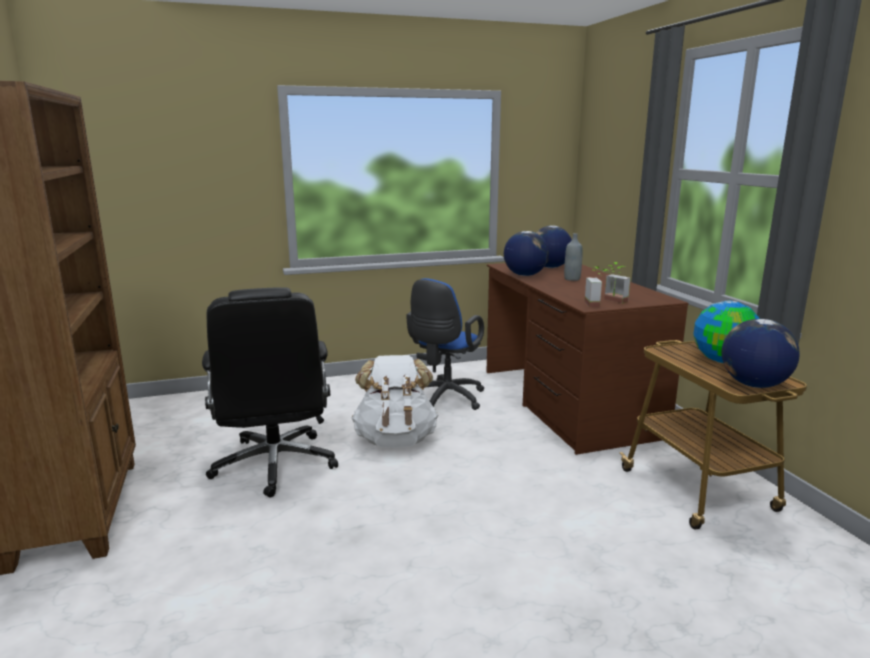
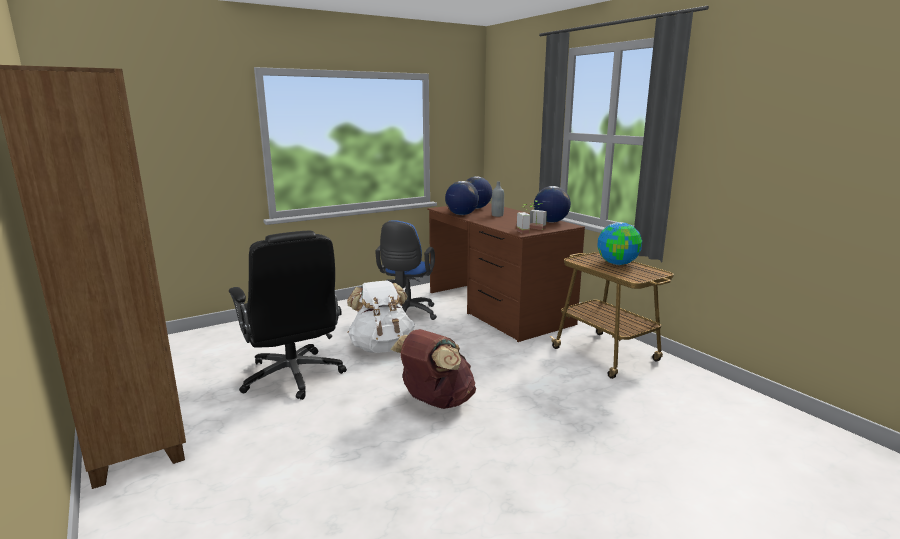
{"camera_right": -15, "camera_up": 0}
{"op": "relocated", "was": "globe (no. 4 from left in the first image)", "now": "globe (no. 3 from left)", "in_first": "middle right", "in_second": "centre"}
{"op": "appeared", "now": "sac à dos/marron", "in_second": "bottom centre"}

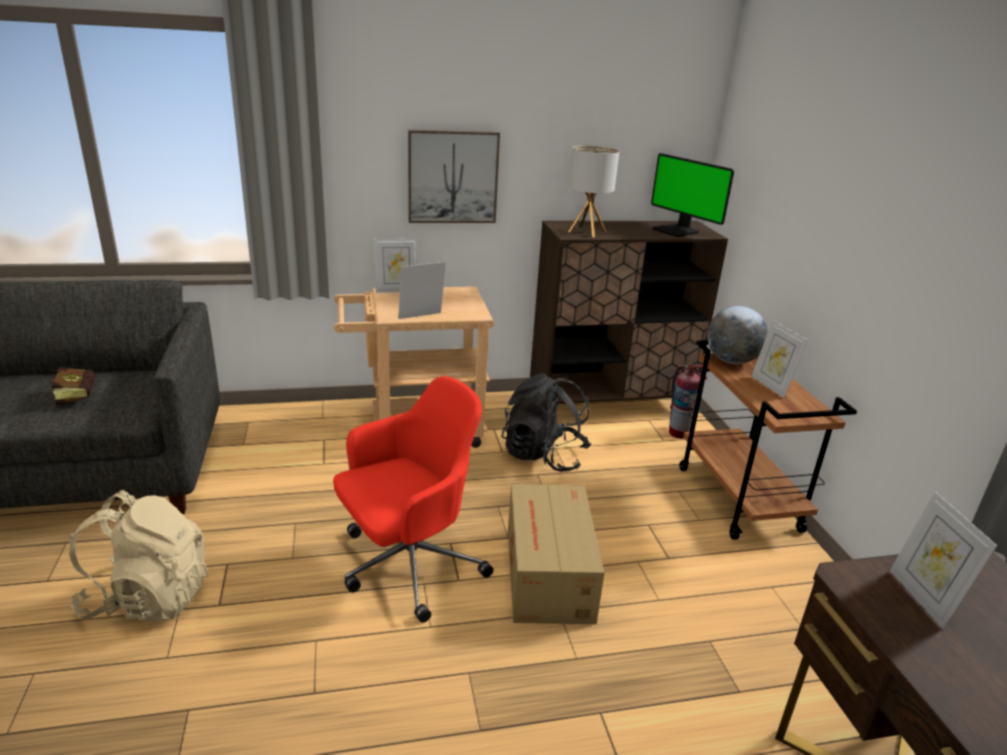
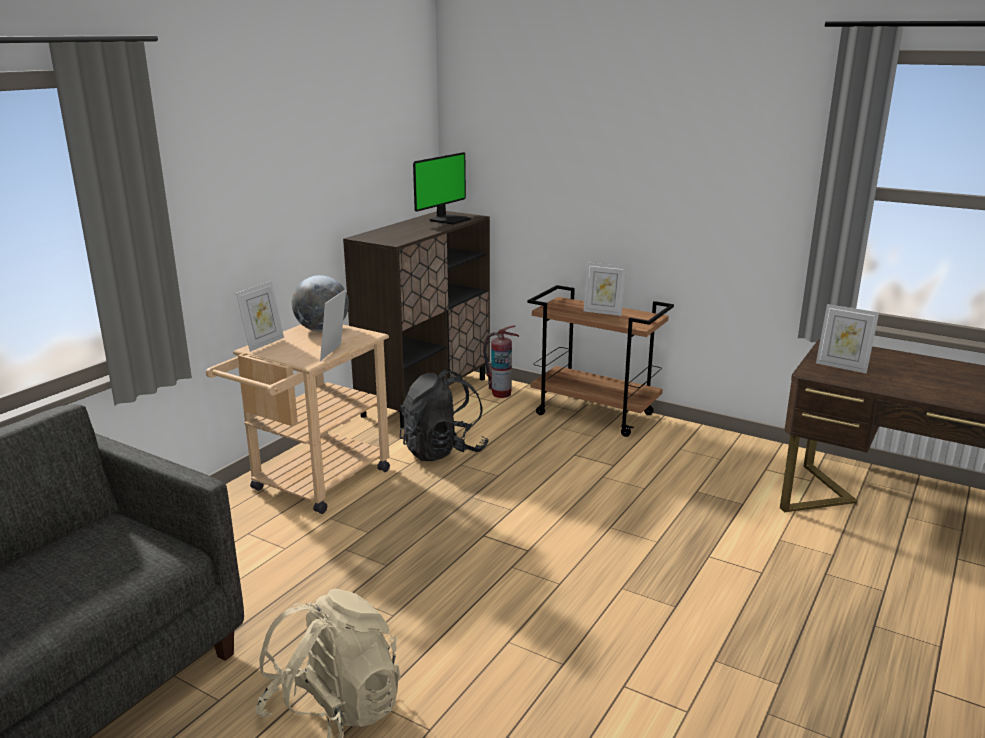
{"camera_right": -45, "camera_up": -5}
{"op": "missing", "was": "tableau", "in_first": "top centre"}
{"op": "missing", "was": "lampe de table", "in_first": "top centre"}
{"op": "spun", "was": "écran d'ordinateur", "in_first": "top right", "in_second": "top centre", "clockwise": -60}
{"op": "relocated", "was": "globe", "in_first": "middle right", "in_second": "middle left"}
{"op": "missing", "was": "livre", "in_first": "middle left"}
{"op": "missing", "was": "chaise de bureau/rouge", "in_first": "centre"}
{"op": "missing", "was": "carton", "in_first": "bottom centre"}

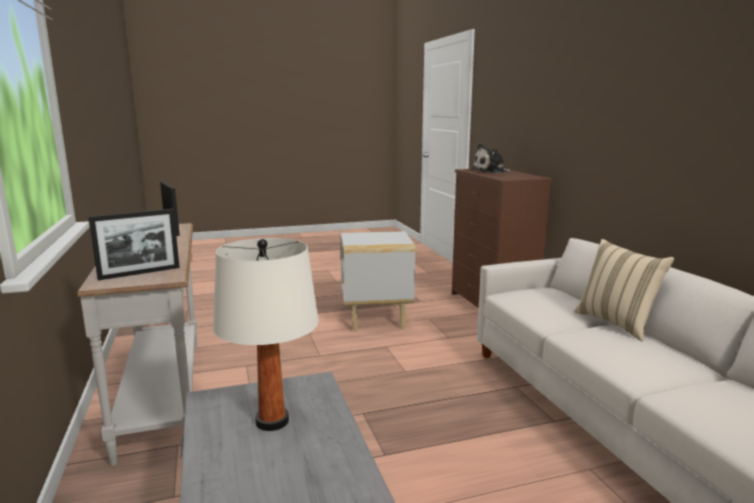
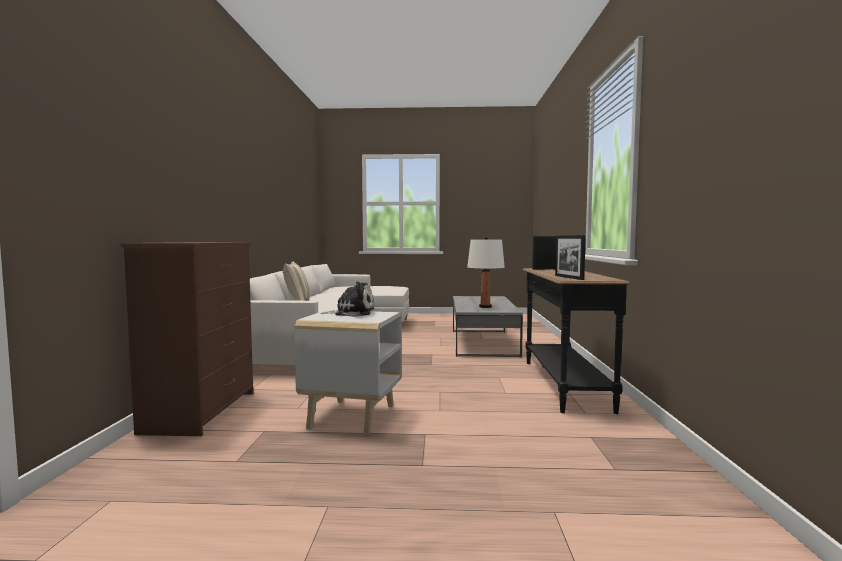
{"camera_right": -160, "camera_up": -10}
{"op": "relocated", "was": "peluche", "in_first": "top centre", "in_second": "centre"}
{"op": "colour", "was": "table console/blanc", "now": "table console/noir", "in_first": "bottom left", "in_second": "middle right"}

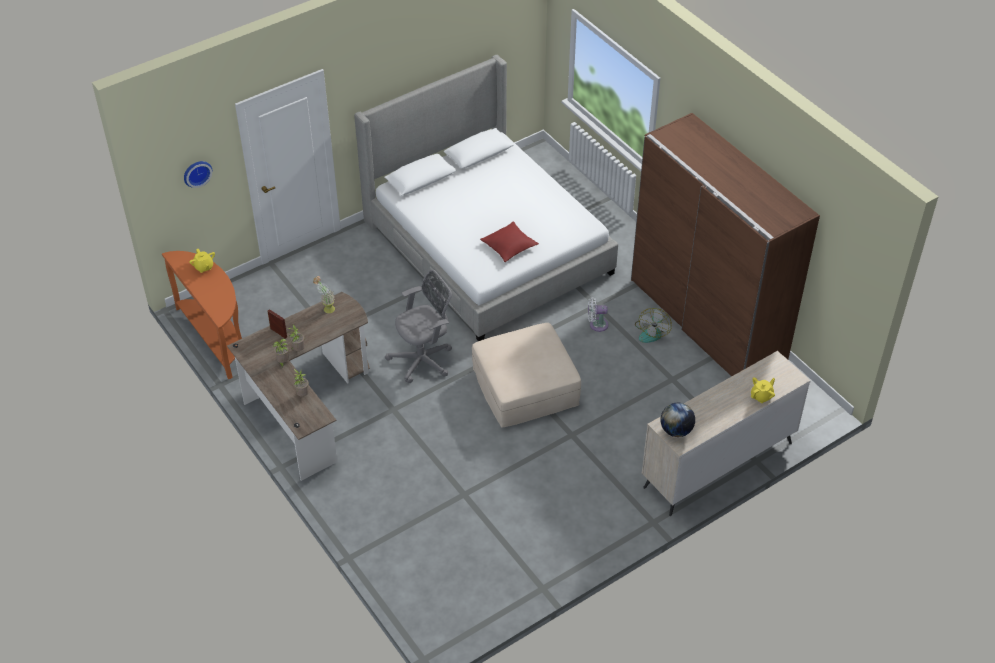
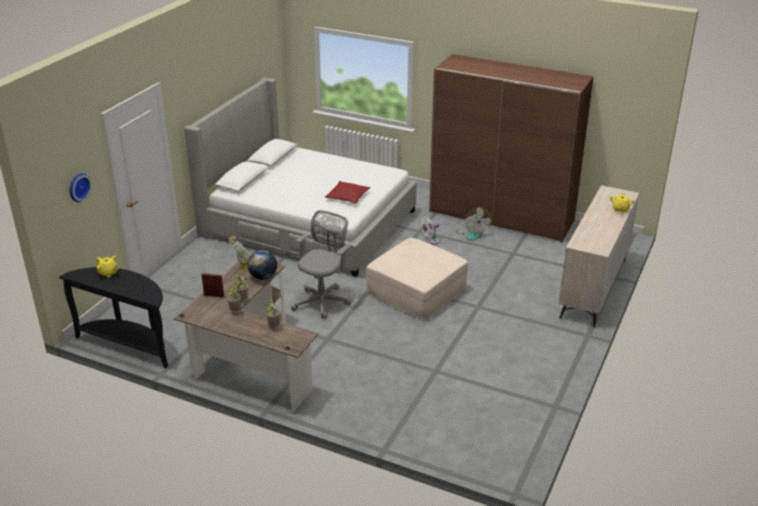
{"camera_right": -30, "camera_up": -15}
{"op": "colour", "was": "table console/orange", "now": "table console/noir", "in_first": "middle left", "in_second": "middle left"}
{"op": "relocated", "was": "globe", "in_first": "middle right", "in_second": "centre"}

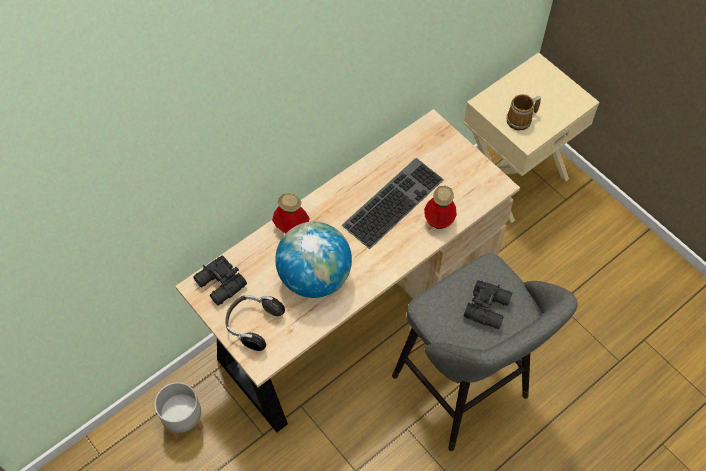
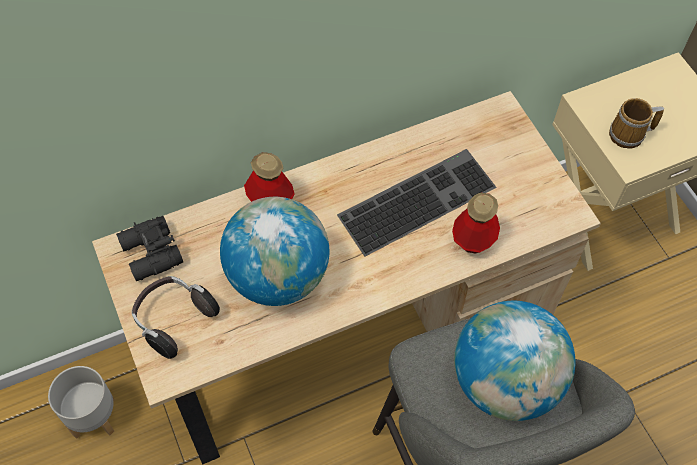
{"camera_right": 15, "camera_up": 0}
{"op": "exchanged", "was": "jumelles/noir (no. 2 from left)", "now": "globe (no. 2 from left)", "in_first": "middle right", "in_second": "bottom right"}

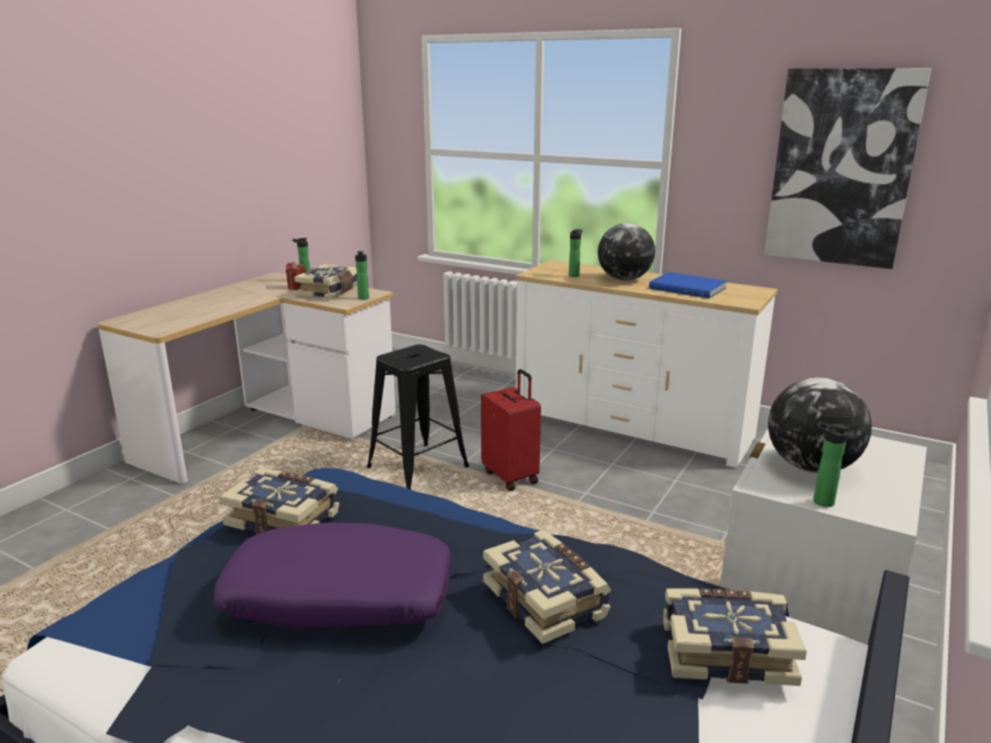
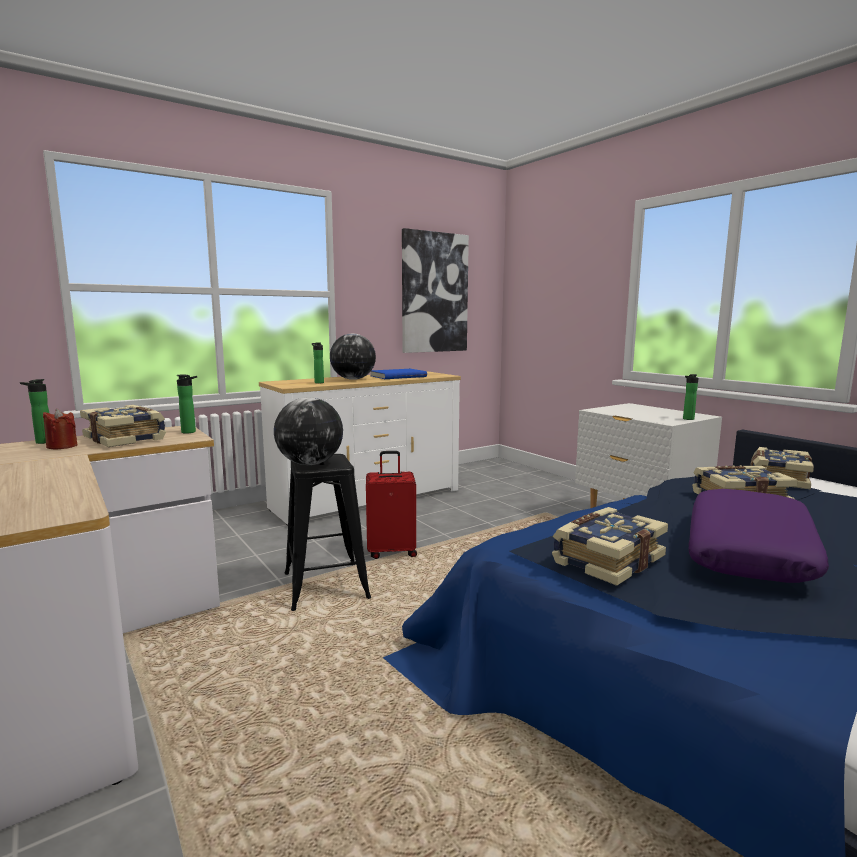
{"camera_right": -65, "camera_up": -10}
{"op": "relocated", "was": "globe (no. 2 from left in the first image)", "now": "globe (no. 1 from left)", "in_first": "middle right", "in_second": "centre"}

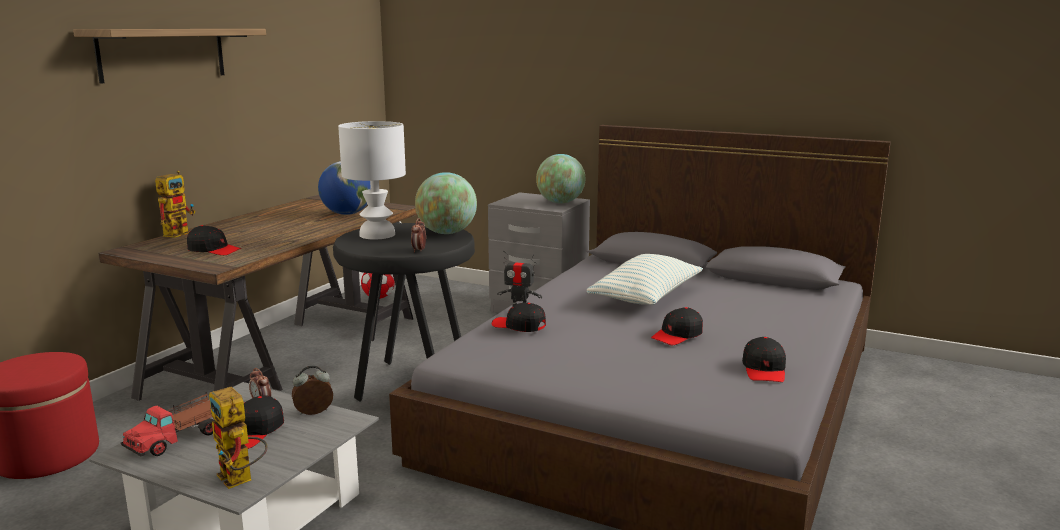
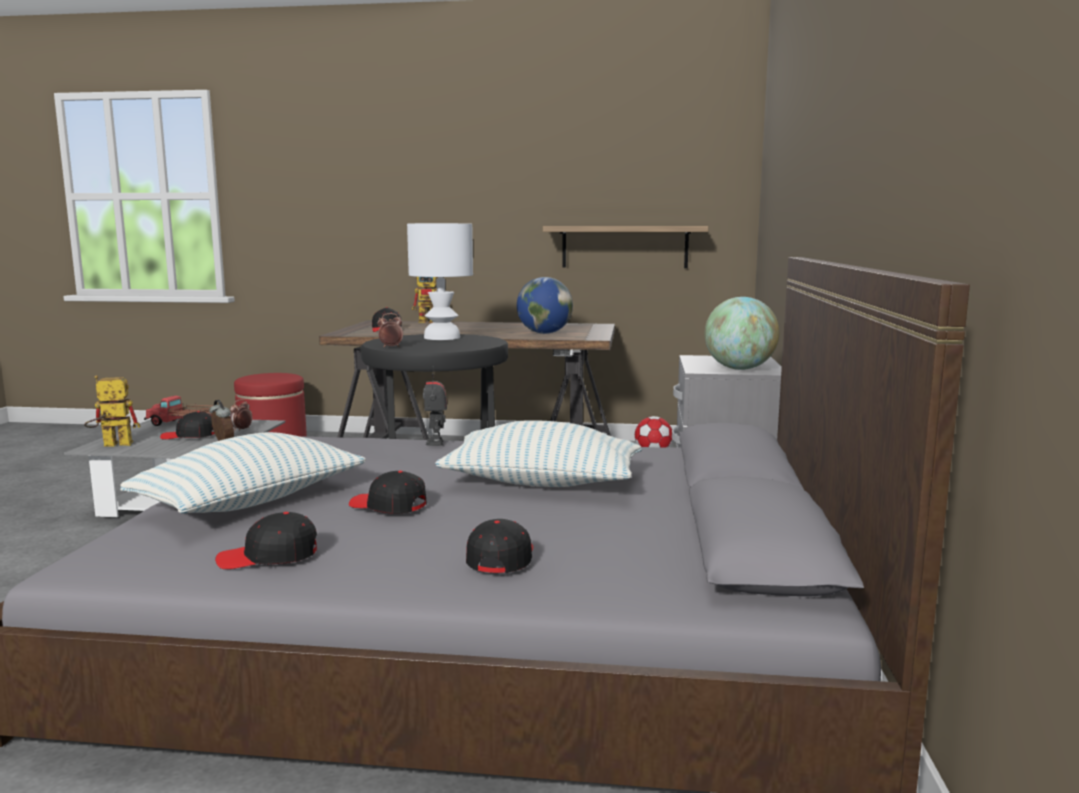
{"camera_right": 70, "camera_up": -5}
{"op": "relocated", "was": "étagère", "in_first": "top left", "in_second": "top centre"}
{"op": "missing", "was": "globe (no. 2 from left)", "in_first": "centre"}
{"op": "relocated", "was": "casquette/noir (no. 3 from left in the first image)", "now": "casquette/noir (no. 5 from left)", "in_first": "centre", "in_second": "bottom centre"}
{"op": "spun", "was": "robot jouet (no. 2 from left in the first image)", "in_first": "bottom left", "in_second": "middle left", "clockwise": 45}
{"op": "appeared", "now": "coussin (no. 1 from left)", "in_second": "middle left"}

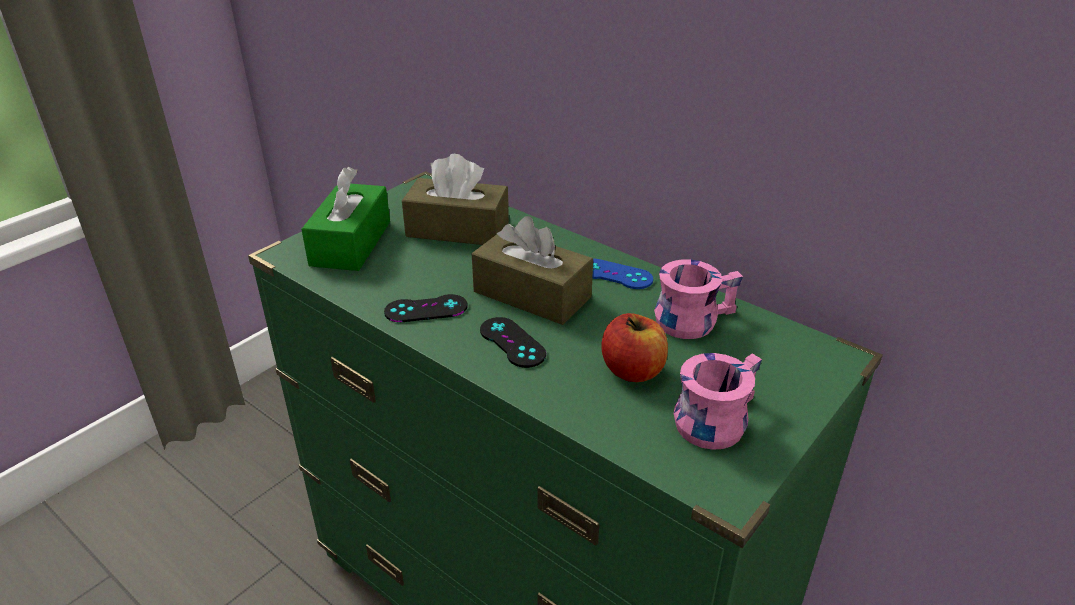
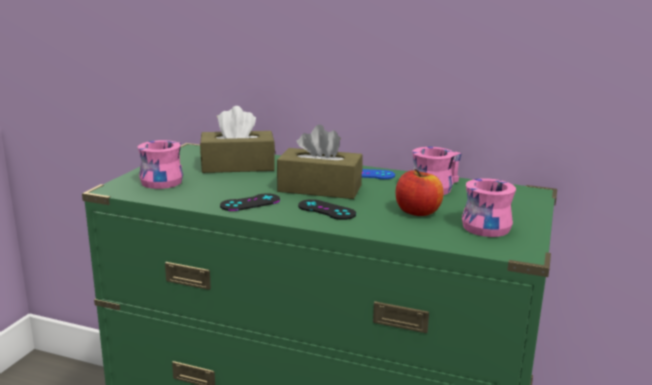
{"camera_right": -20, "camera_up": -15}
{"op": "exchanged", "was": "boîte à mouchoirs/vert", "now": "mug/rose (no. 1 from left)", "in_first": "middle left", "in_second": "middle left"}

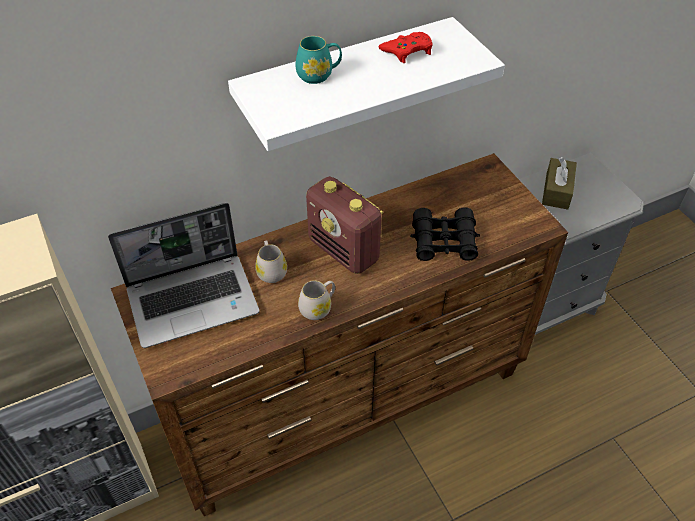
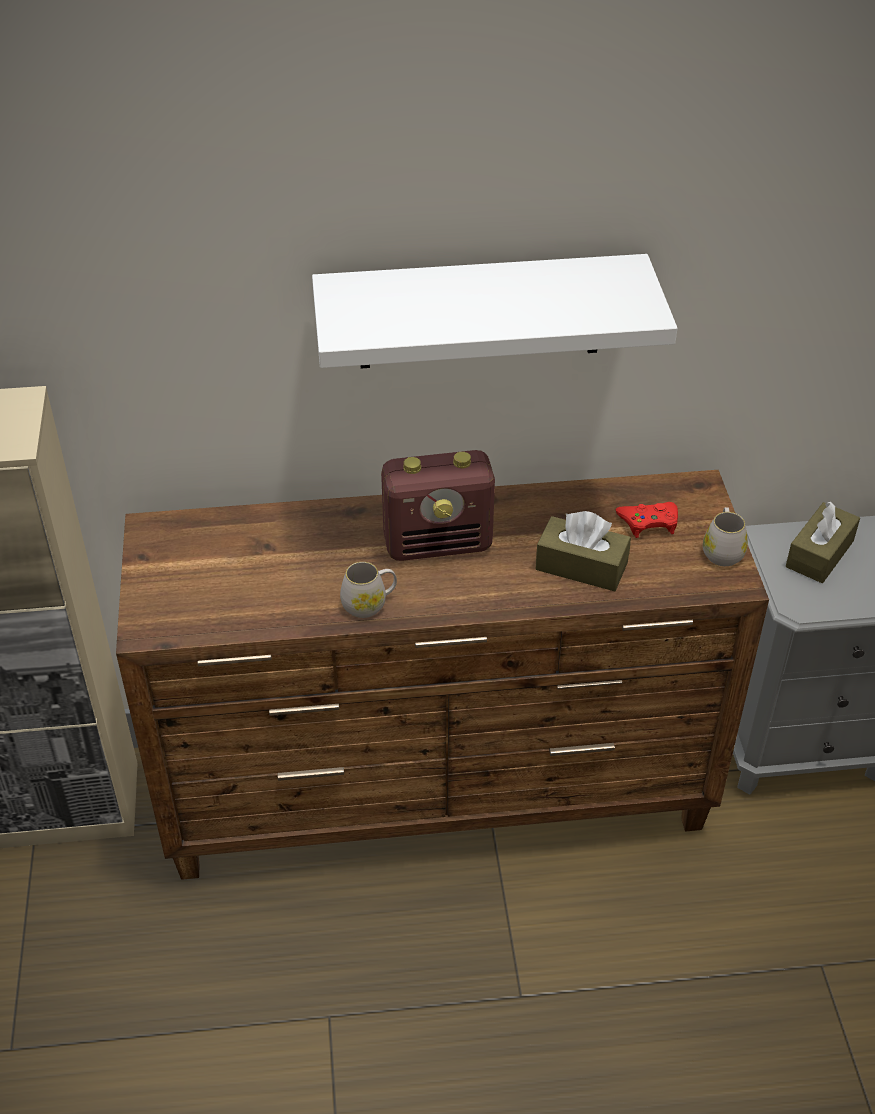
{"camera_right": 20, "camera_up": -5}
{"op": "relocated", "was": "manette/rouge", "in_first": "top centre", "in_second": "middle right"}
{"op": "missing", "was": "mug/turquoise", "in_first": "top centre"}
{"op": "spun", "was": "radio", "in_first": "centre", "in_second": "centre", "clockwise": -75}
{"op": "missing", "was": "ordinateur portable", "in_first": "middle left"}
{"op": "exchanged", "was": "jumelles/noir", "now": "boîte à mouchoirs/marron (no. 1 from left)", "in_first": "centre", "in_second": "centre"}
{"op": "relocated", "was": "mug/blanc (no. 1 from left in the first image)", "now": "mug/blanc (no. 2 from left)", "in_first": "centre", "in_second": "middle right"}

